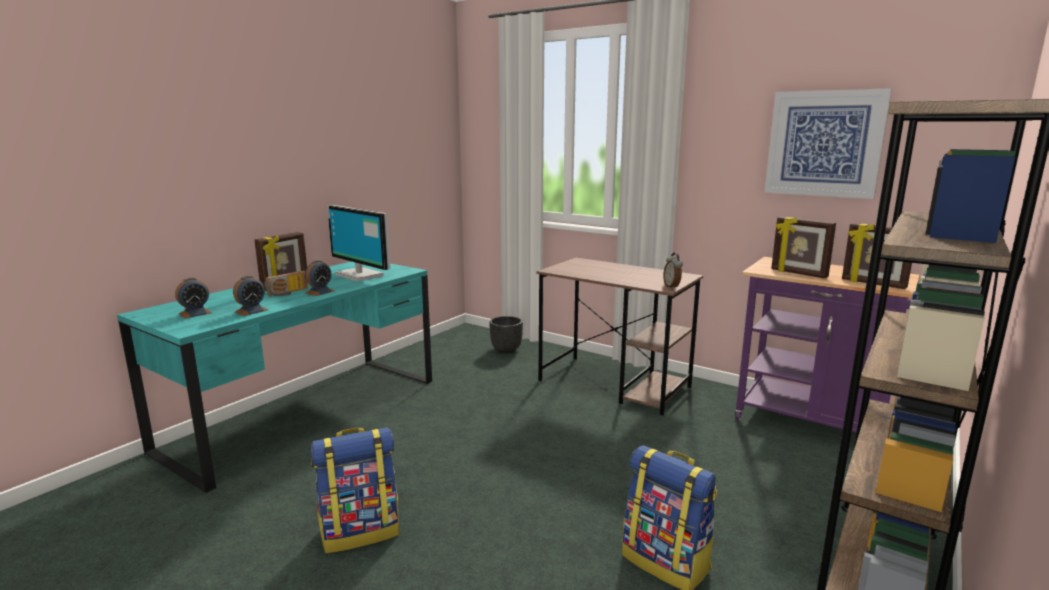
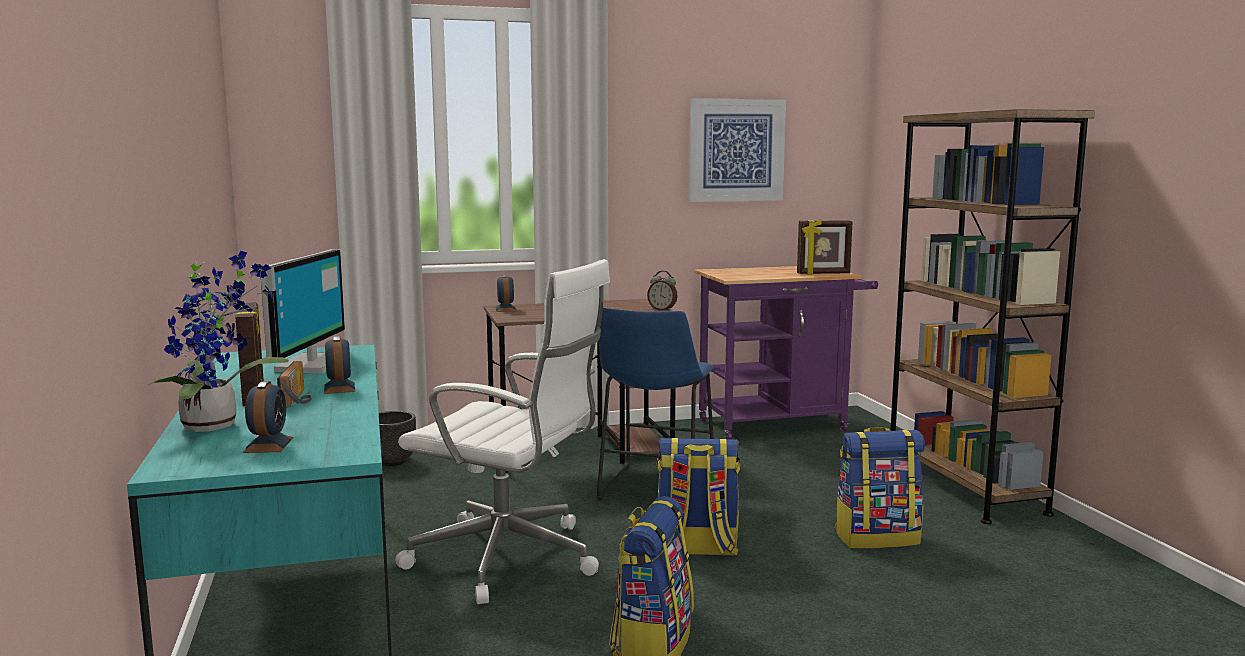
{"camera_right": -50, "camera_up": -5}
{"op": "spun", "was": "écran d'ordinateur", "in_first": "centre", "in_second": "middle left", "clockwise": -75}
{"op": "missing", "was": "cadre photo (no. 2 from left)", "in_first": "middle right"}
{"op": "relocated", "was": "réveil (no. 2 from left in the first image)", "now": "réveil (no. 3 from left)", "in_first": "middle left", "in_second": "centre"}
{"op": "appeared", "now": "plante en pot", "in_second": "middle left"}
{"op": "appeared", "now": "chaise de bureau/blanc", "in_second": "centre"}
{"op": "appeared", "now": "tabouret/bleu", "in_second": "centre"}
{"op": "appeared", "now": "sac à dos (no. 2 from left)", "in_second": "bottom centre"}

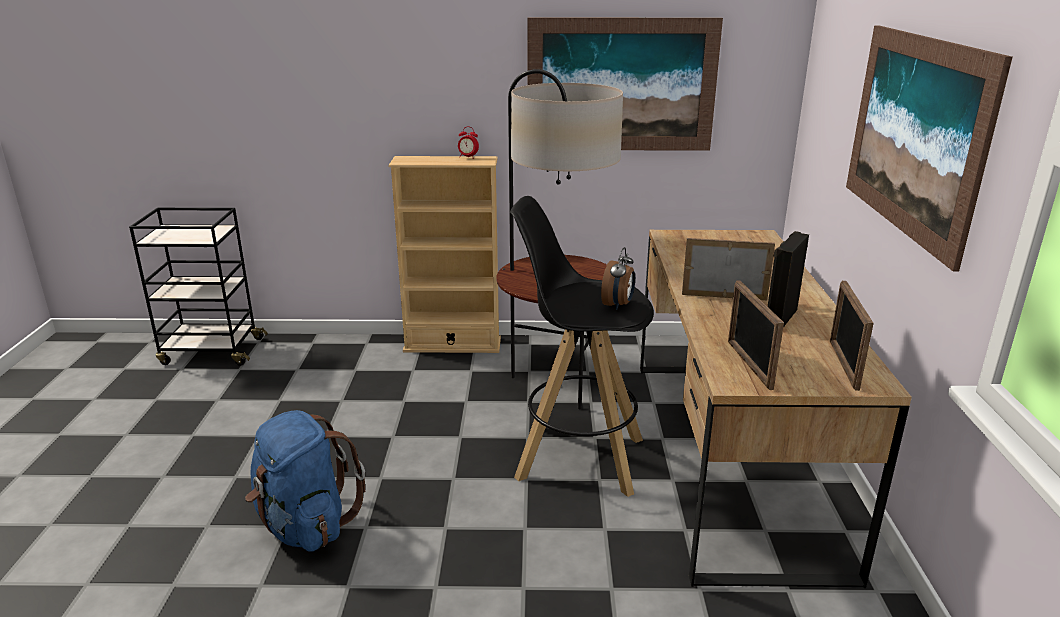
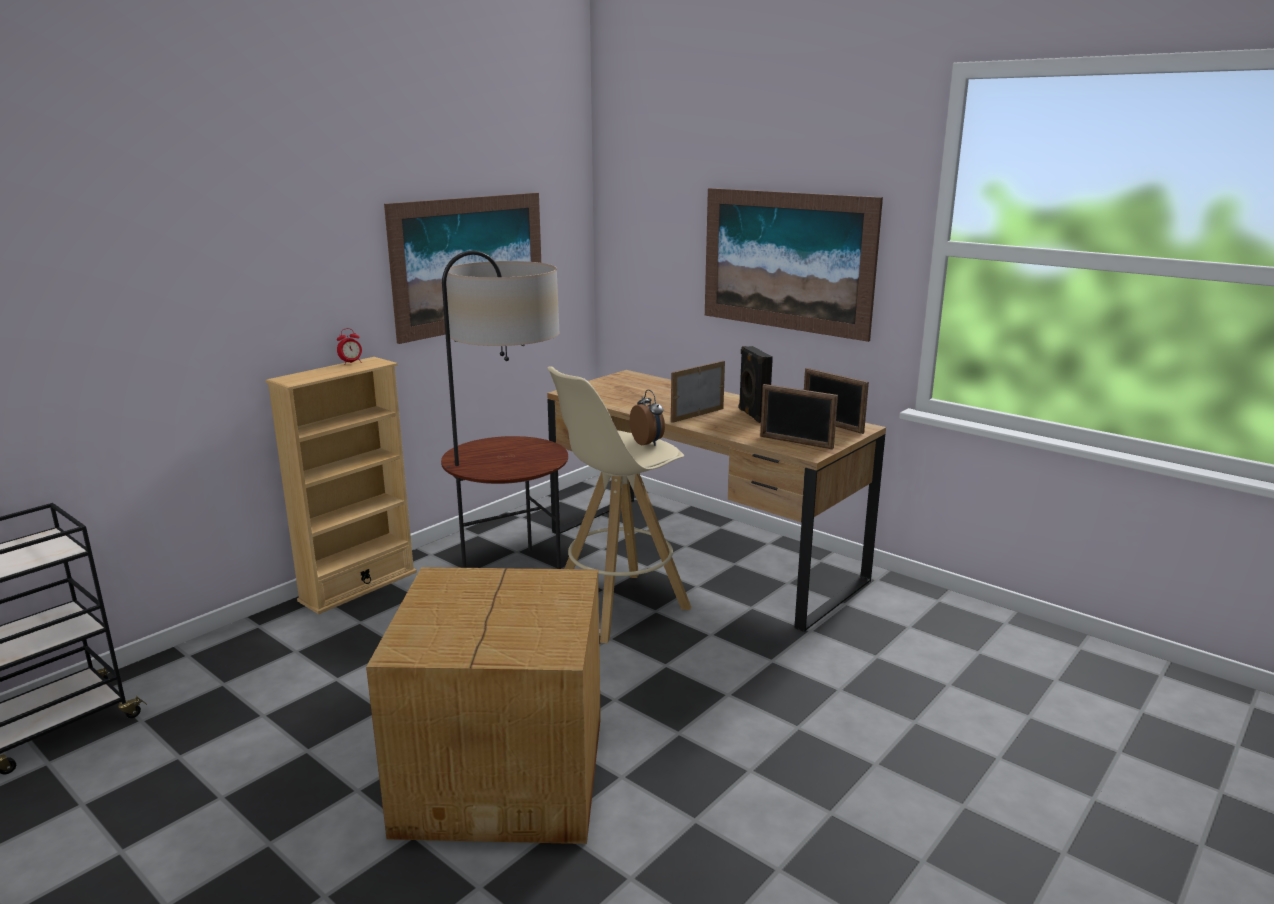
{"camera_right": -50, "camera_up": -5}
{"op": "colour", "was": "tabouret/noir", "now": "tabouret/beige", "in_first": "centre", "in_second": "centre"}
{"op": "exchanged", "was": "sac à dos/bleu", "now": "carton", "in_first": "bottom left", "in_second": "bottom centre"}

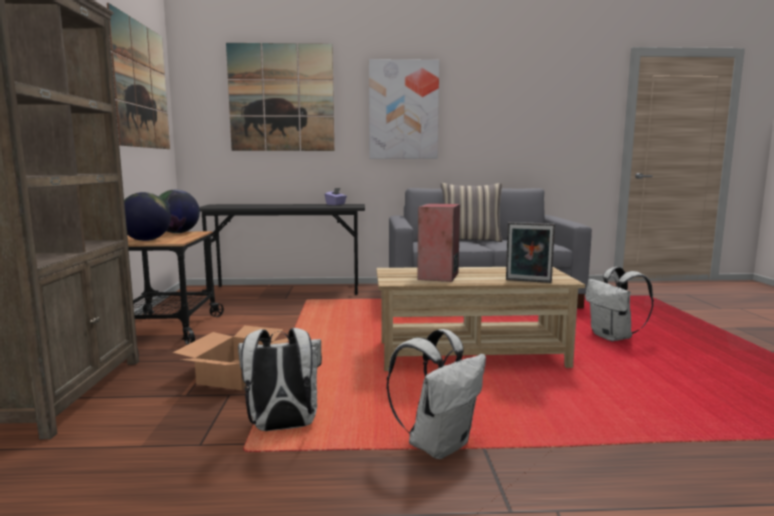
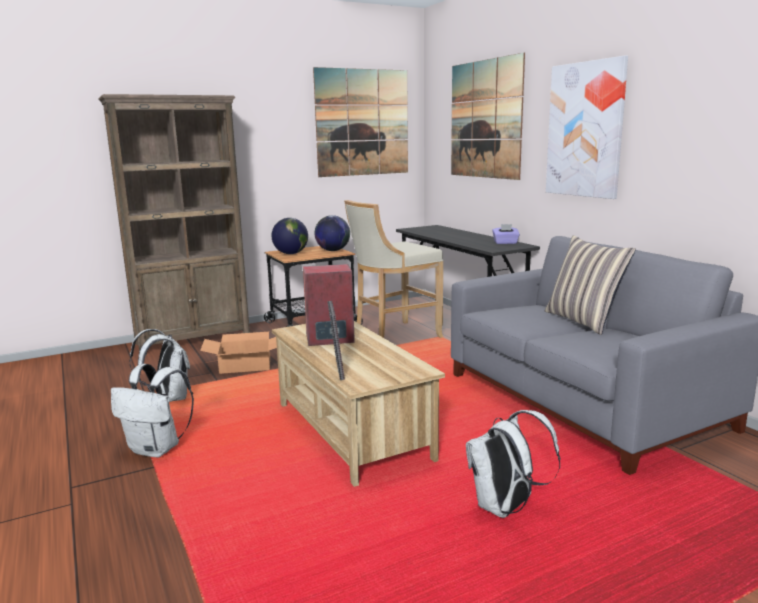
{"camera_right": 65, "camera_up": 5}
{"op": "appeared", "now": "tabouret/beige", "in_second": "centre"}

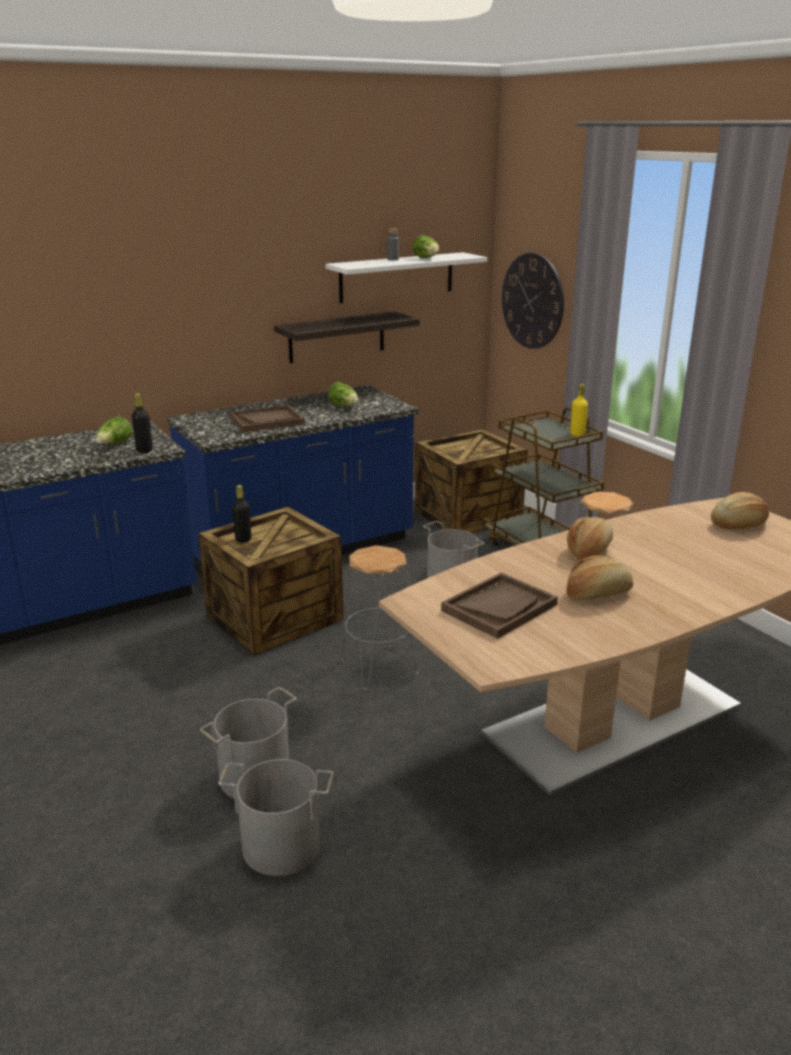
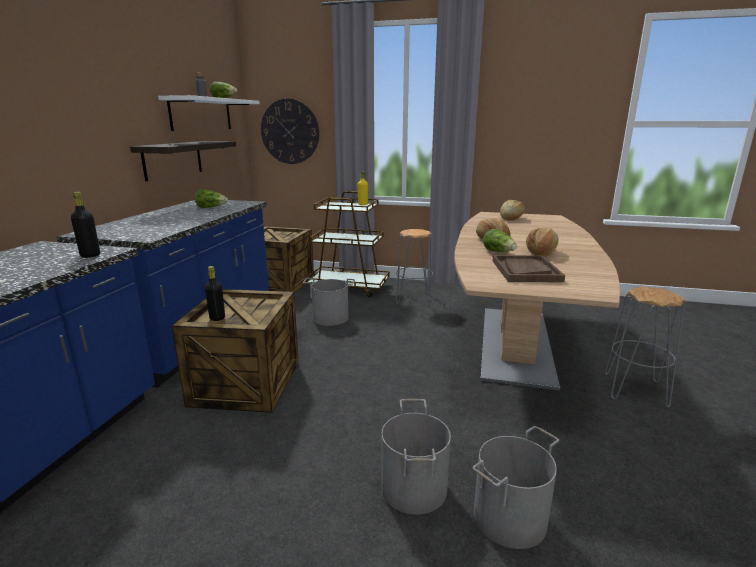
{"camera_right": -45, "camera_up": -5}
{"op": "missing", "was": "plateau/marron (no. 1 from left)", "in_first": "centre"}
{"op": "relocated", "was": "laitue (no. 1 from left in the first image)", "now": "laitue (no. 3 from left)", "in_first": "middle left", "in_second": "centre"}
{"op": "relocated", "was": "tabouret/gris (no. 1 from left in the first image)", "now": "tabouret/gris (no. 2 from left)", "in_first": "centre", "in_second": "middle right"}

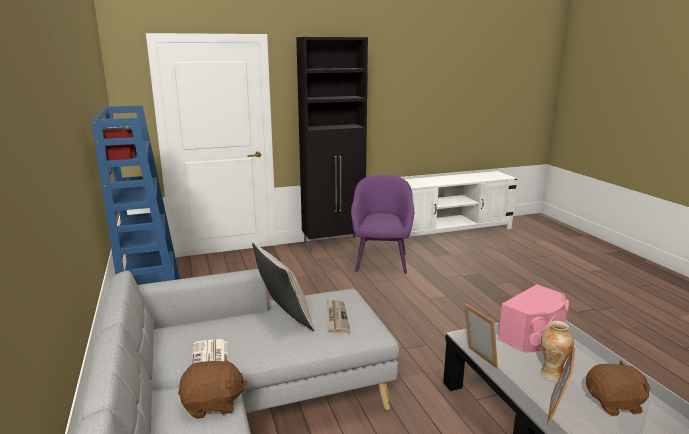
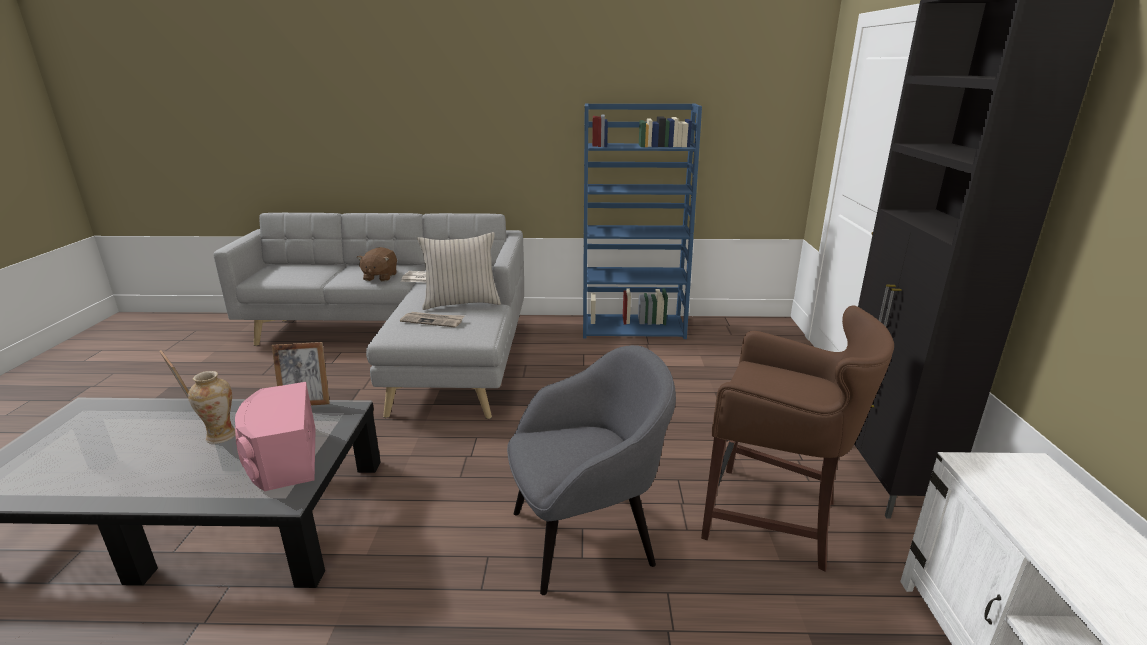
{"camera_right": 110, "camera_up": 5}
{"op": "exchanged", "was": "fauteuil/violet", "now": "tabouret/marron", "in_first": "centre", "in_second": "bottom right"}
{"op": "missing", "was": "peluche/marron (no. 2 from left)", "in_first": "bottom right"}
{"op": "appeared", "now": "fauteuil/gris", "in_second": "bottom centre"}

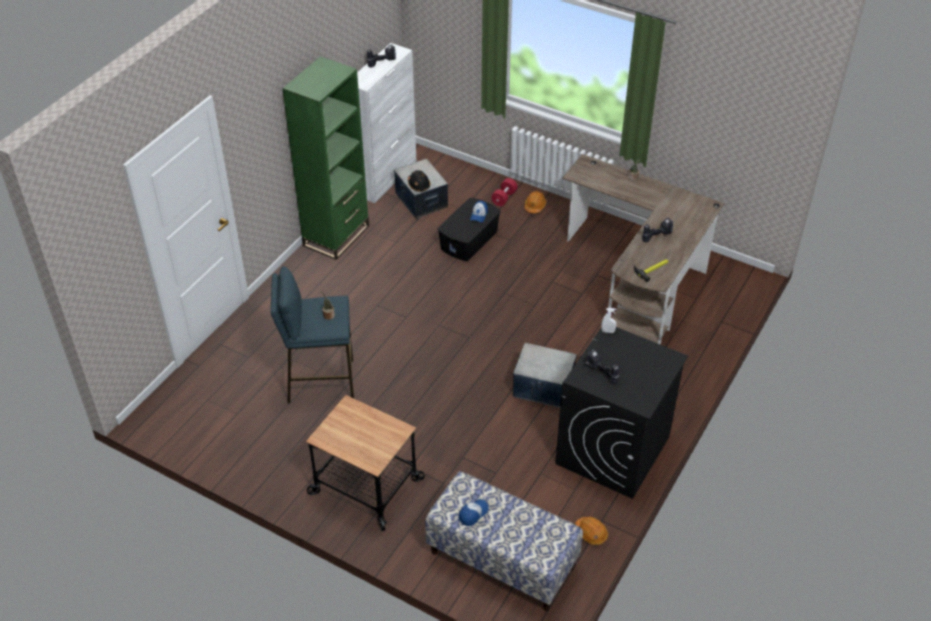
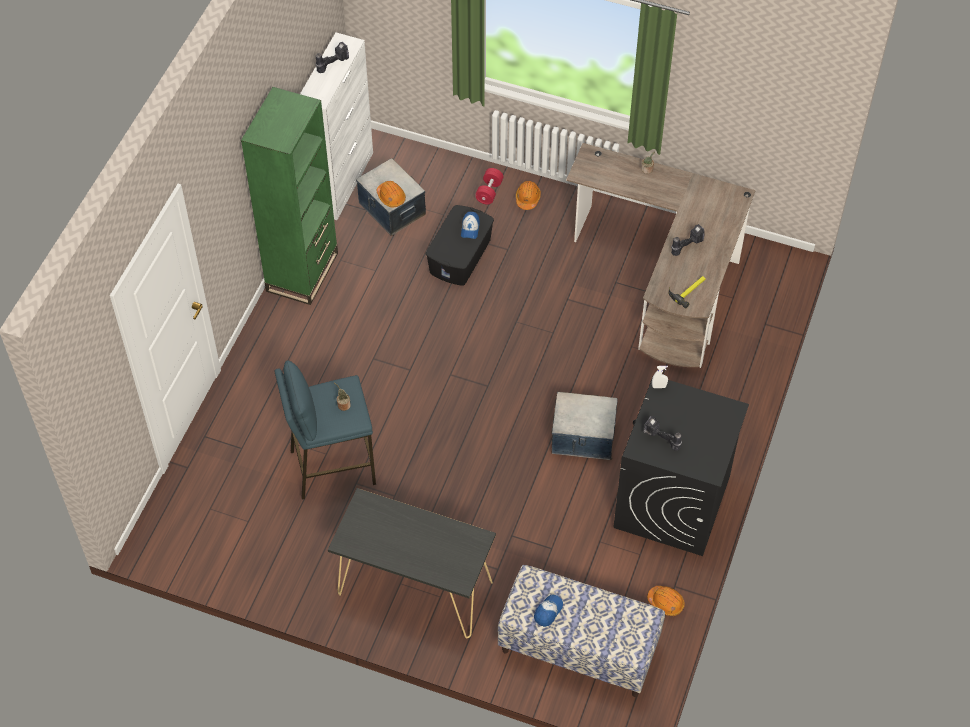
{"camera_right": -10, "camera_up": 10}
{"op": "colour", "was": "casque de chantier/noir", "now": "casque de chantier/orange (no. 1 from left)", "in_first": "top centre", "in_second": "top centre"}
{"op": "exchanged", "was": "chariot", "now": "table console/noir", "in_first": "bottom centre", "in_second": "bottom centre"}

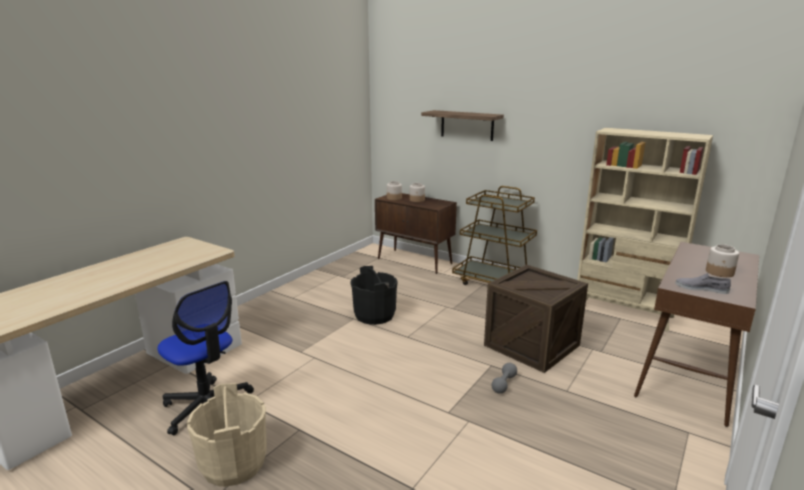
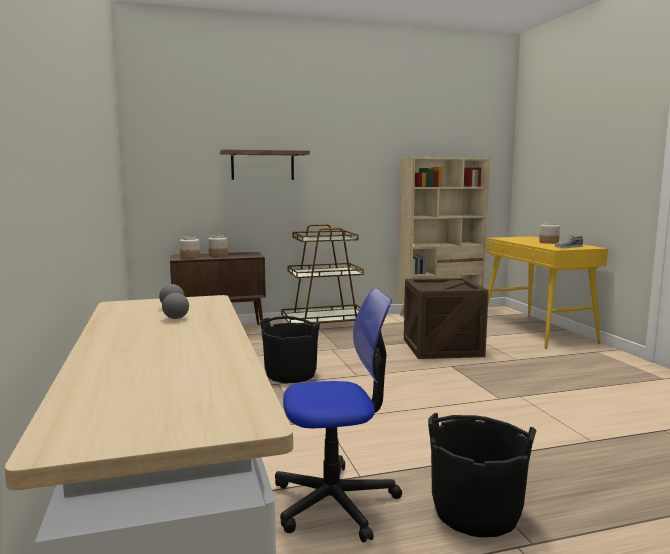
{"camera_right": -50, "camera_up": -10}
{"op": "colour", "was": "table console/marron", "now": "table console/jaune", "in_first": "bottom right", "in_second": "middle right"}
{"op": "relocated", "was": "haltère/gris", "in_first": "bottom centre", "in_second": "middle left"}
{"op": "colour", "was": "seau/beige", "now": "seau/noir (no. 2 from left)", "in_first": "bottom left", "in_second": "bottom right"}

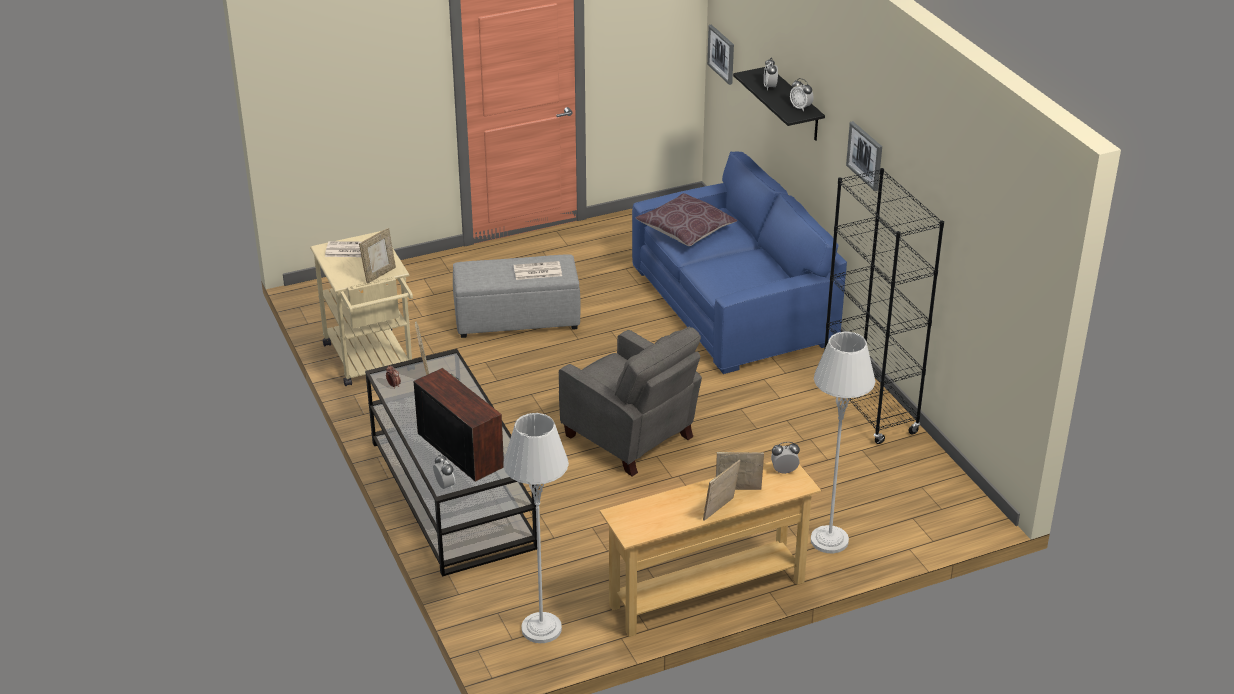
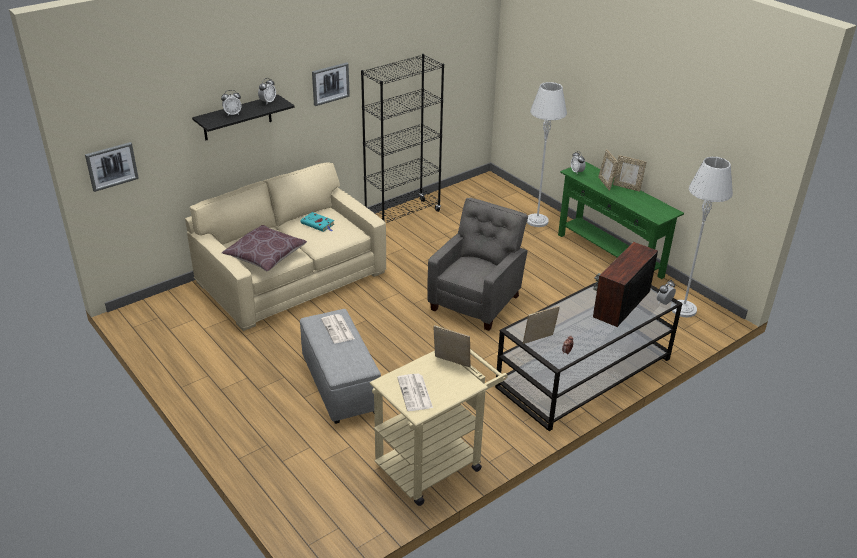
{"camera_right": -105, "camera_up": 0}
{"op": "colour", "was": "canapé/bleu", "now": "canapé/beige", "in_first": "centre", "in_second": "centre"}
{"op": "colour", "was": "table console/beige", "now": "table console/vert", "in_first": "bottom centre", "in_second": "middle right"}
{"op": "appeared", "now": "livre/turquoise", "in_second": "centre"}

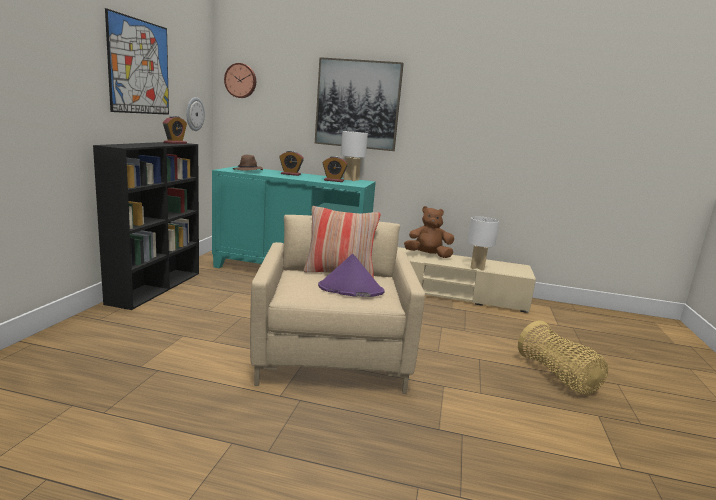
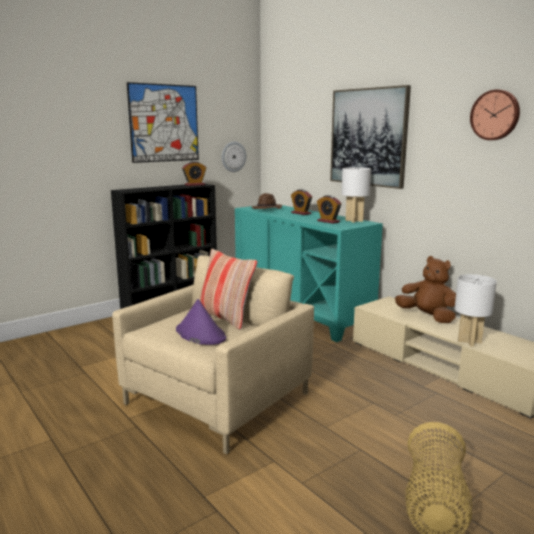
{"camera_right": 40, "camera_up": 0}
{"op": "relocated", "was": "horloge murale (no. 2 from left)", "in_first": "top centre", "in_second": "top right"}

